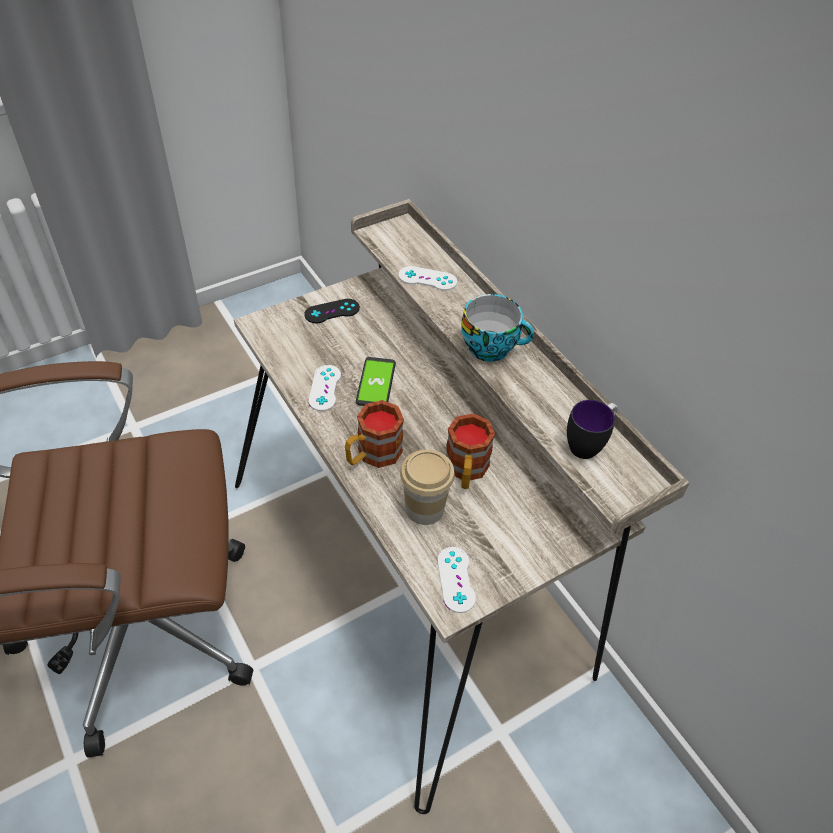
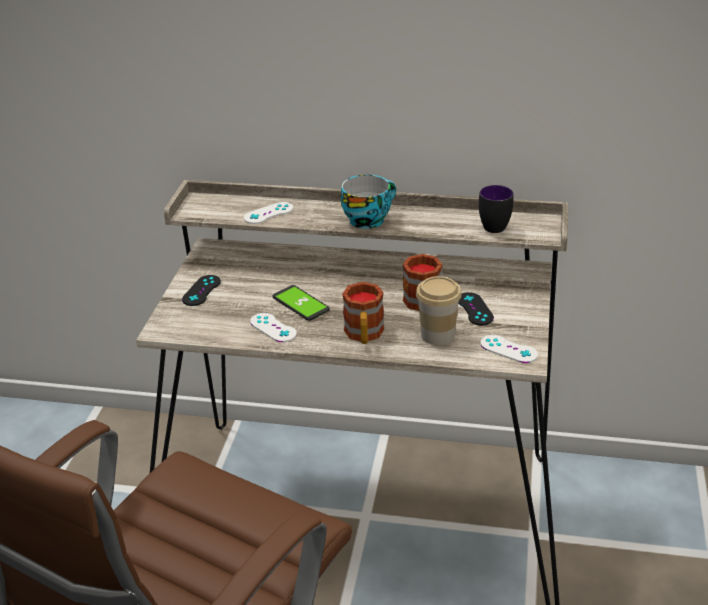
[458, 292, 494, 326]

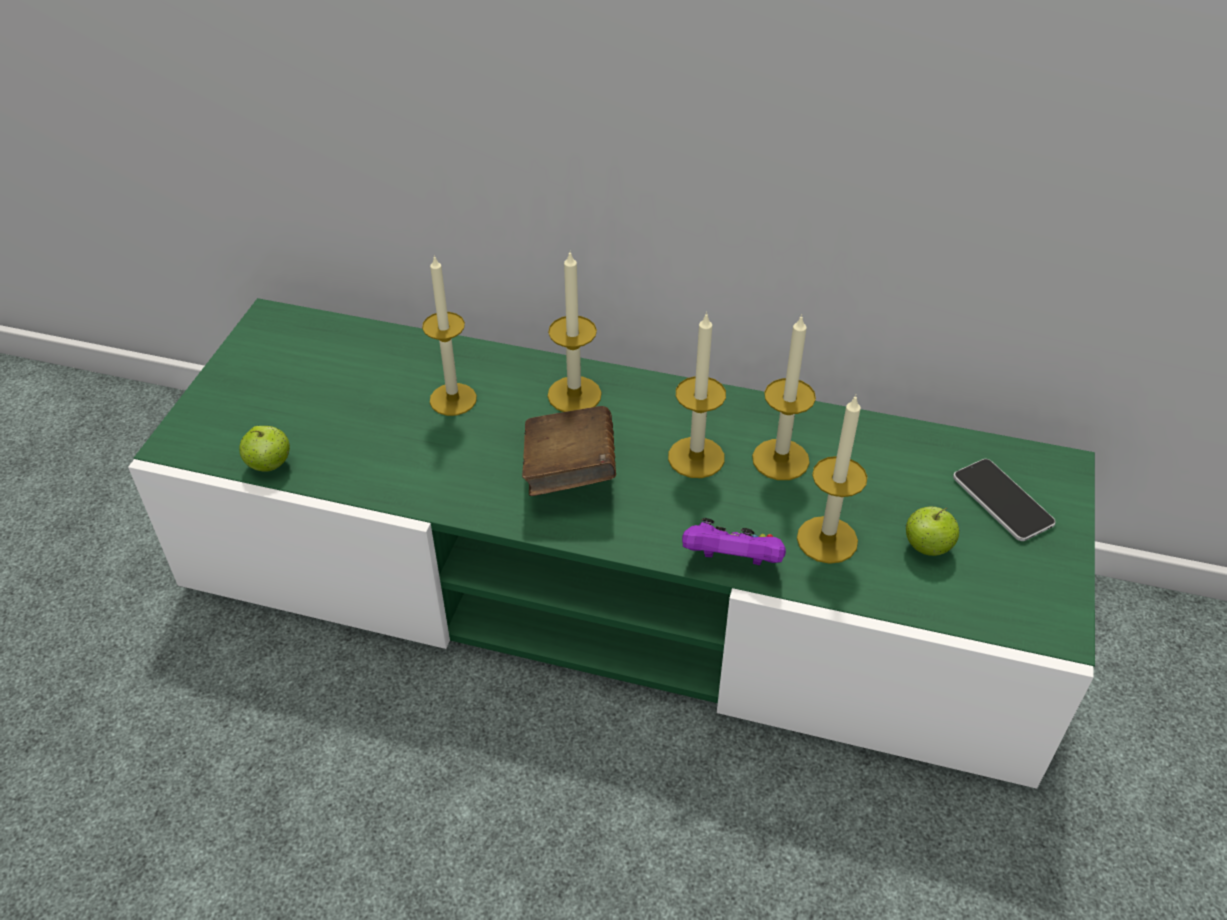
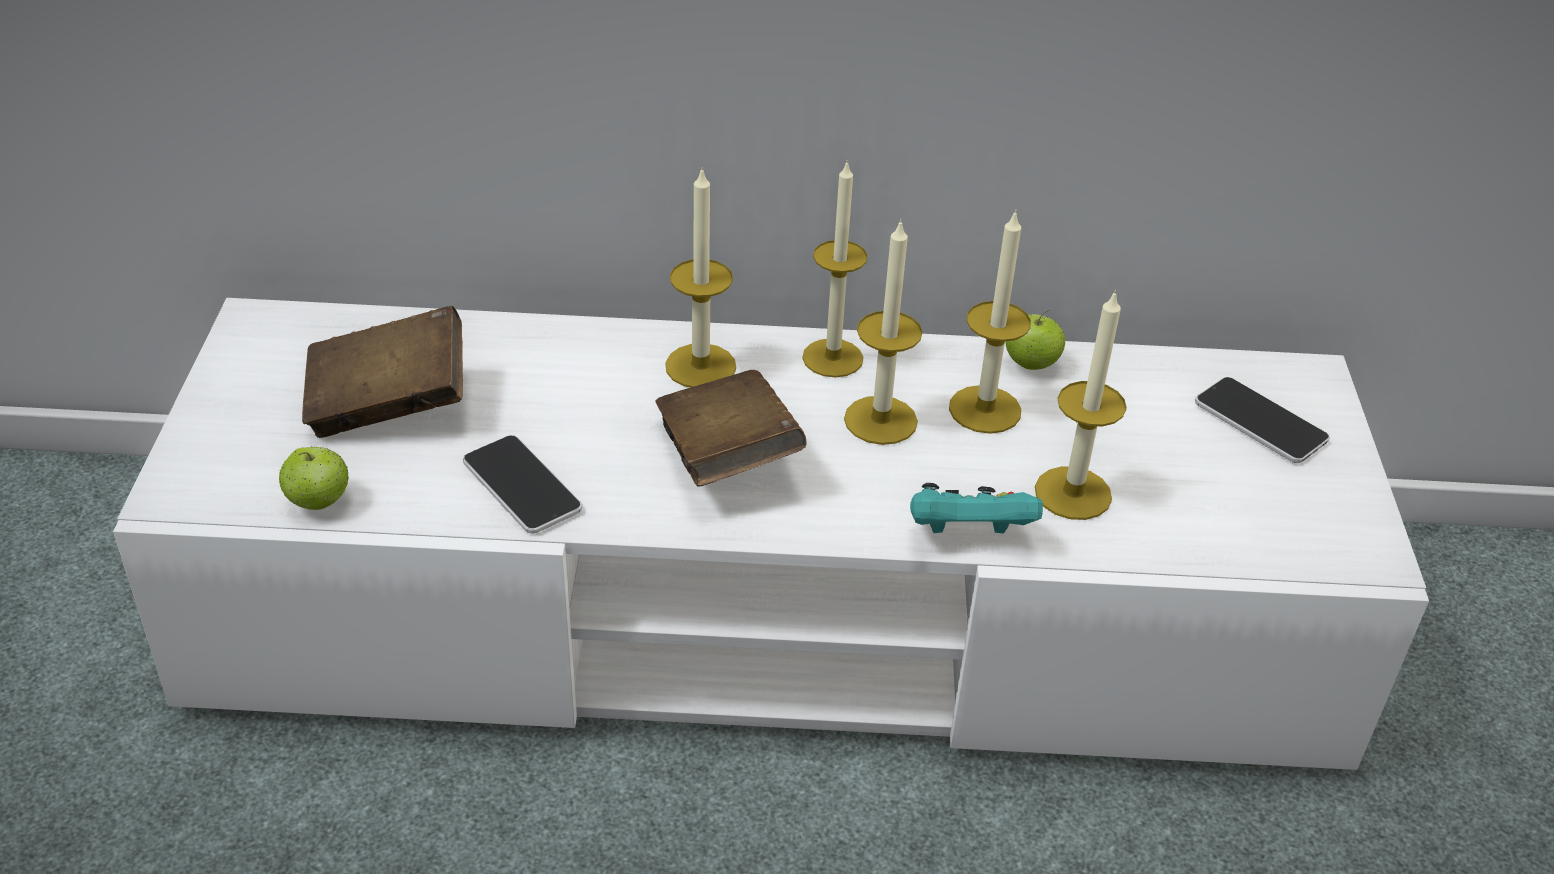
[113, 298, 1429, 770]
[802, 160, 868, 378]
[910, 483, 1043, 534]
[1005, 309, 1065, 370]
[302, 306, 463, 438]
[463, 435, 582, 534]

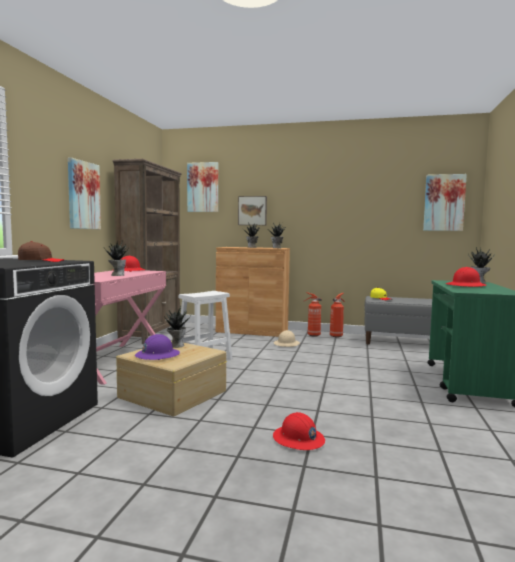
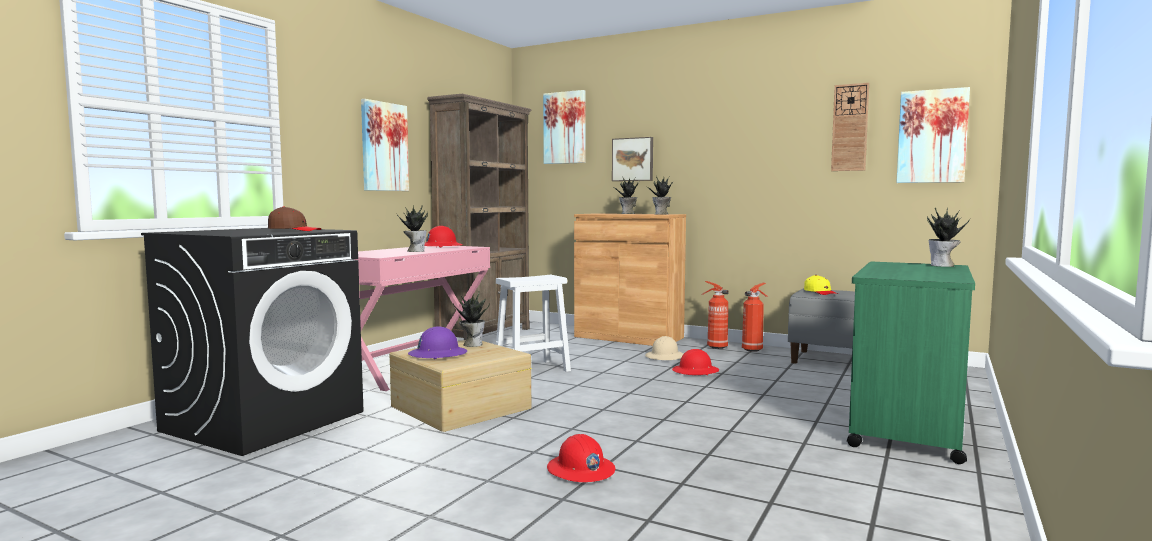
[672, 349, 719, 375]
[831, 83, 869, 171]

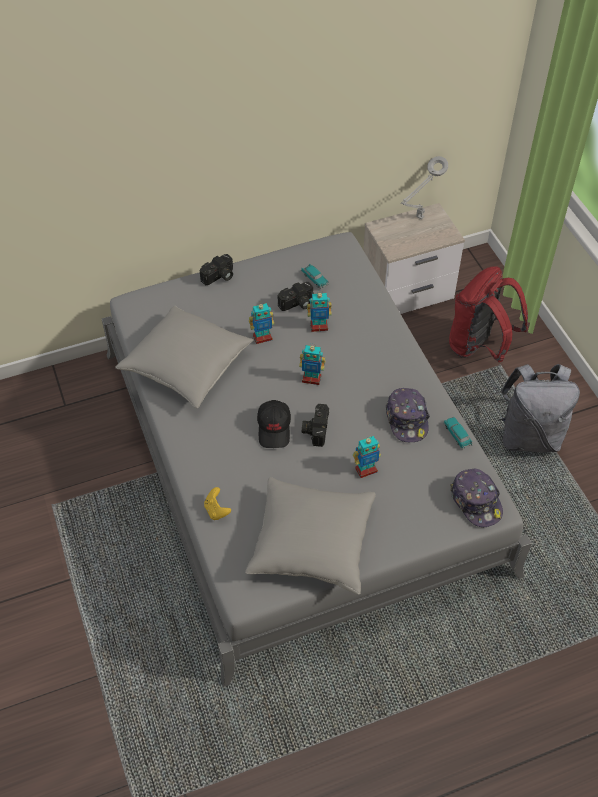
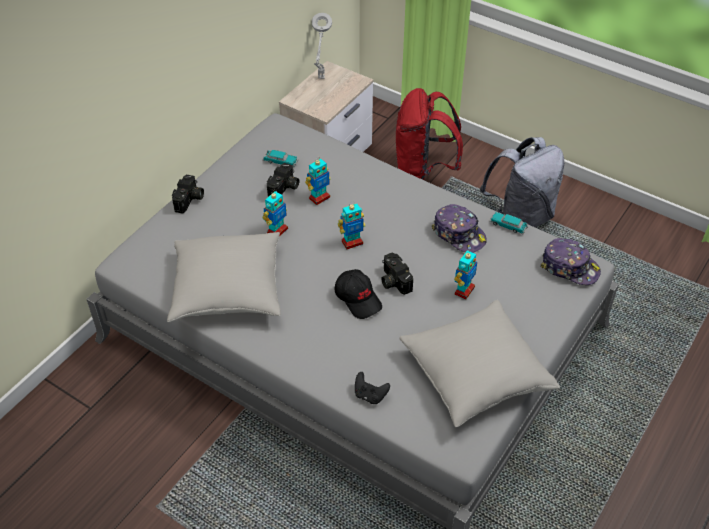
[355, 372, 390, 404]

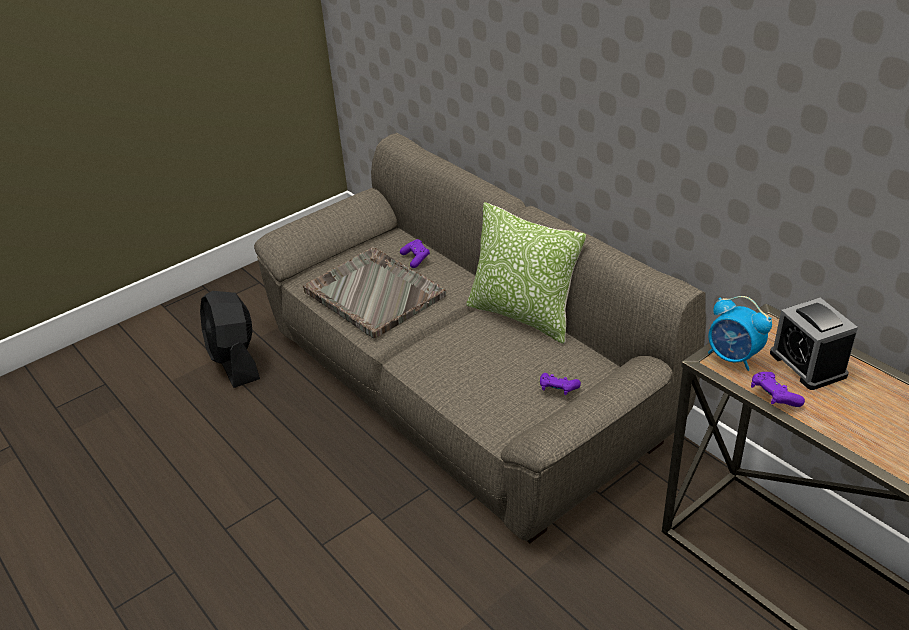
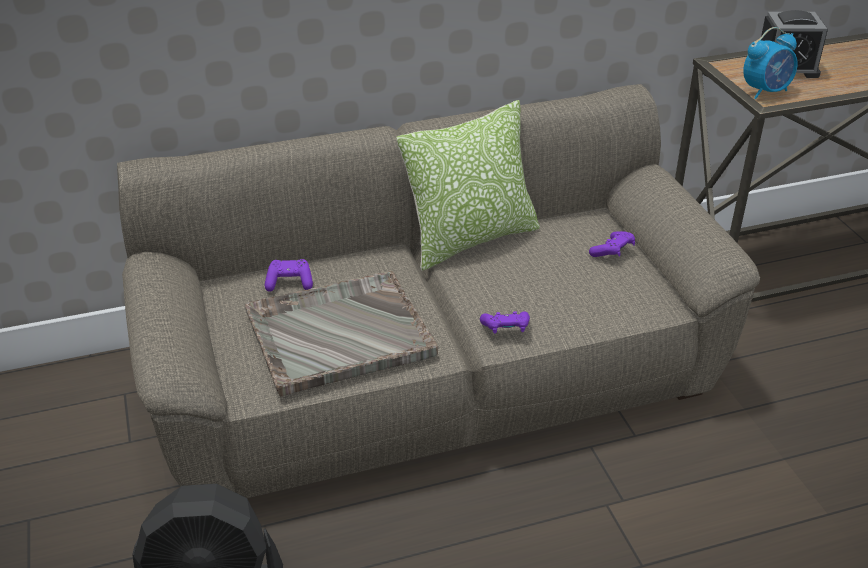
[480, 311, 530, 334]

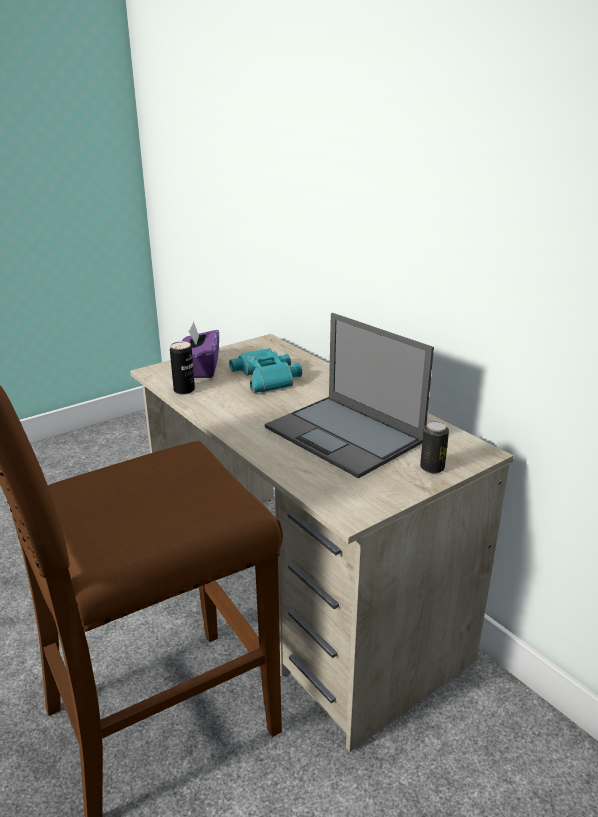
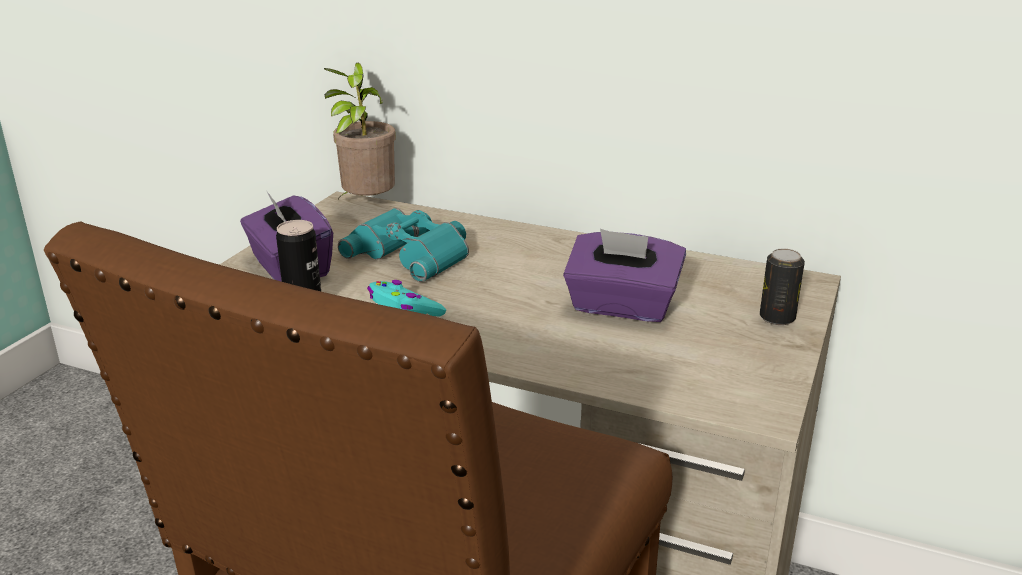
[563, 229, 686, 322]
[324, 63, 396, 199]
[367, 280, 446, 317]

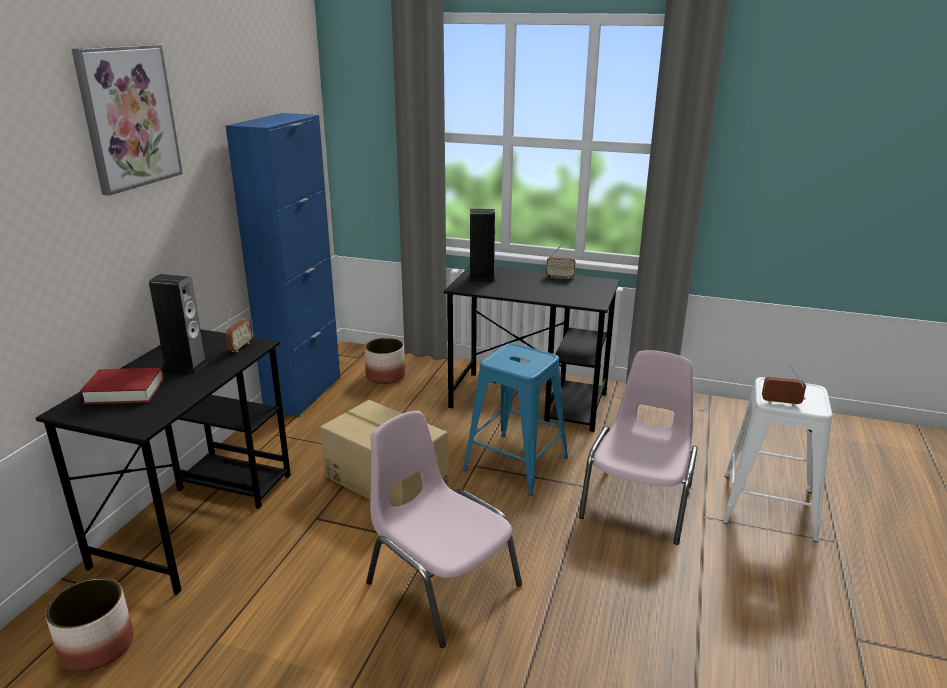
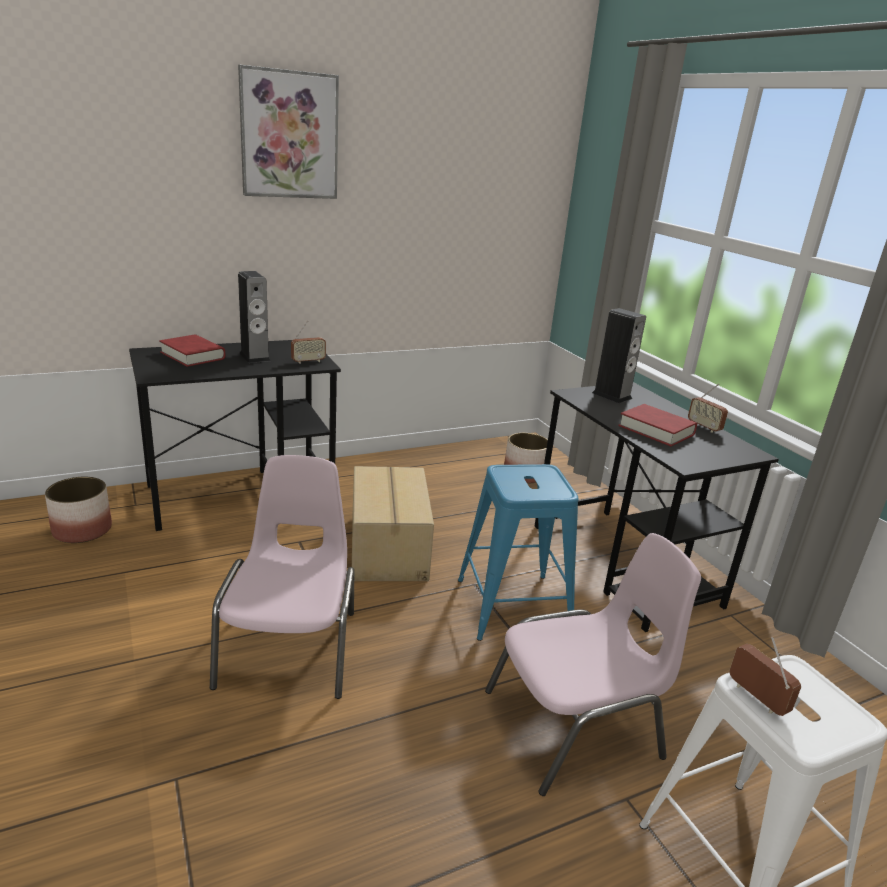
[226, 113, 340, 417] (first image)
[618, 404, 697, 446]

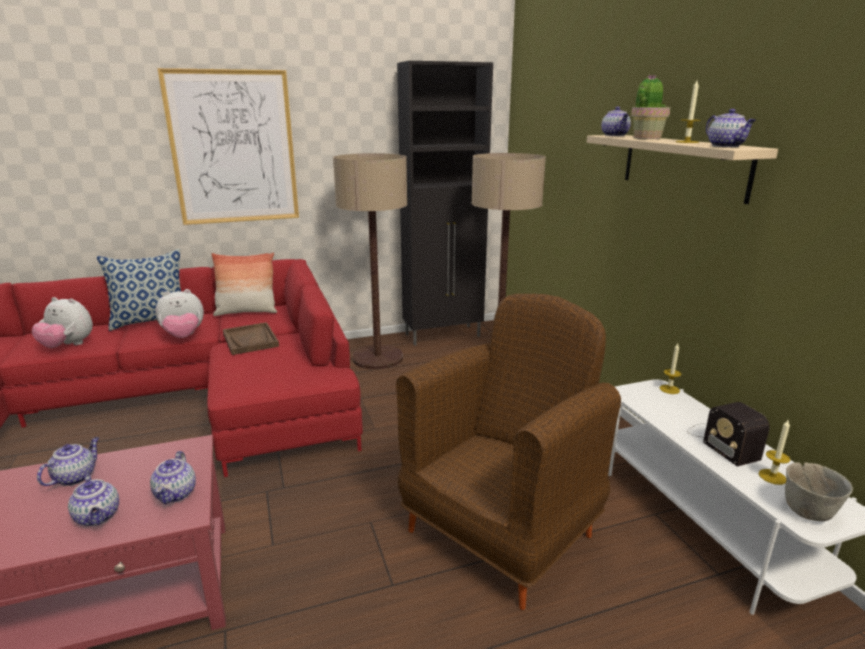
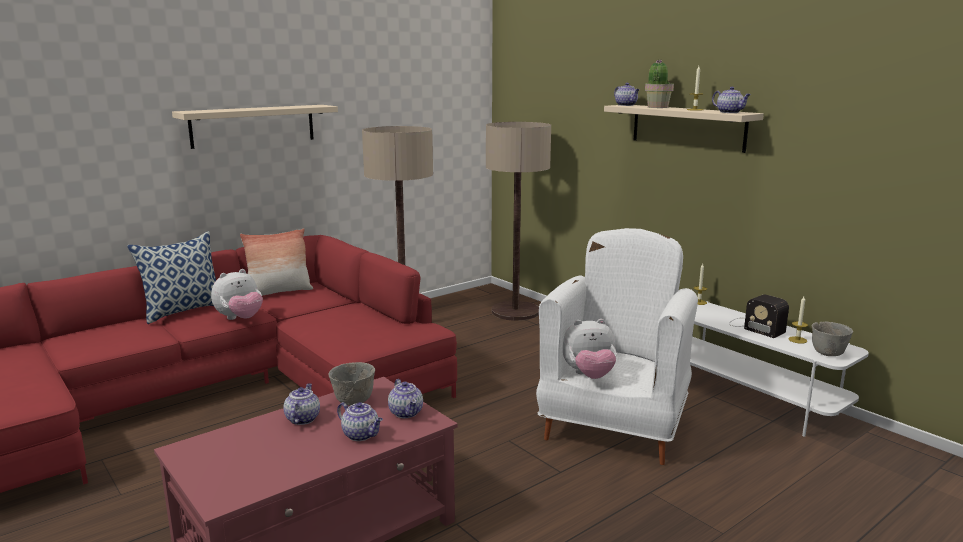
[563, 319, 617, 379]
[172, 105, 338, 149]
[223, 322, 279, 355] (first image)
[536, 228, 698, 465]
[397, 61, 493, 346] (first image)
[328, 362, 375, 405]

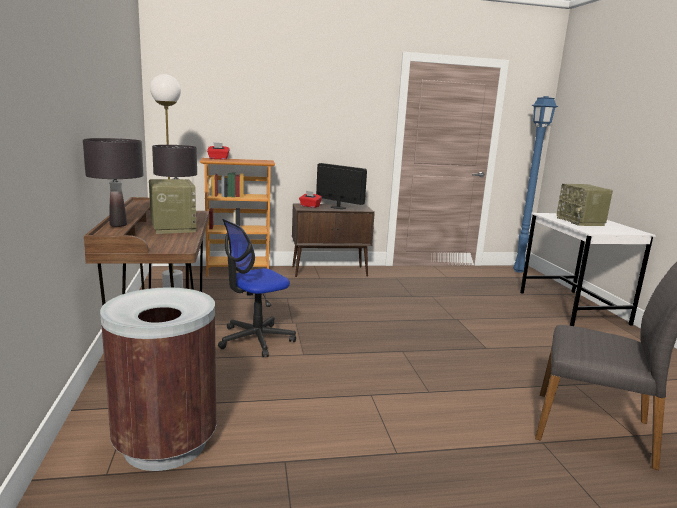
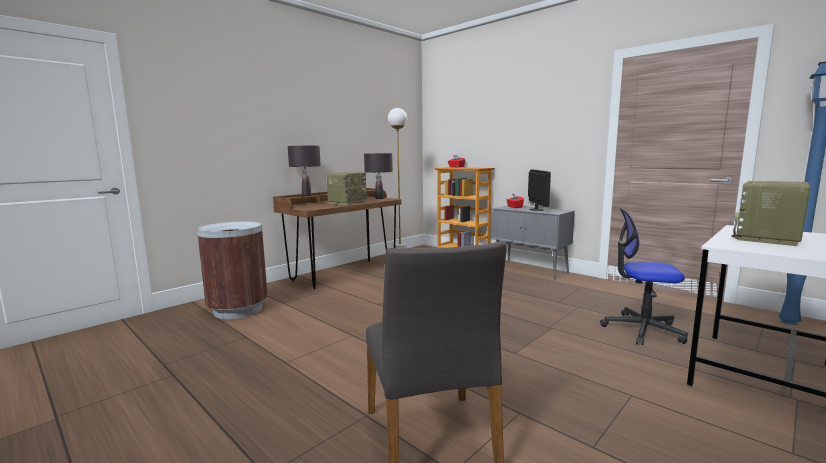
[600, 208, 688, 345]
[492, 206, 575, 280]

